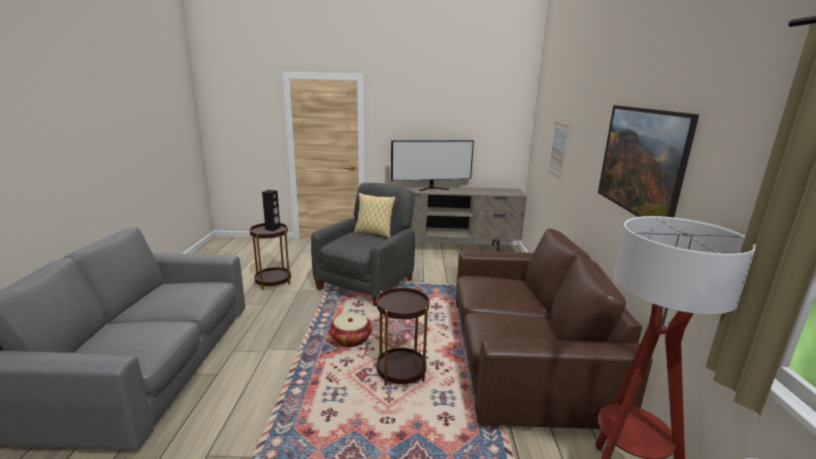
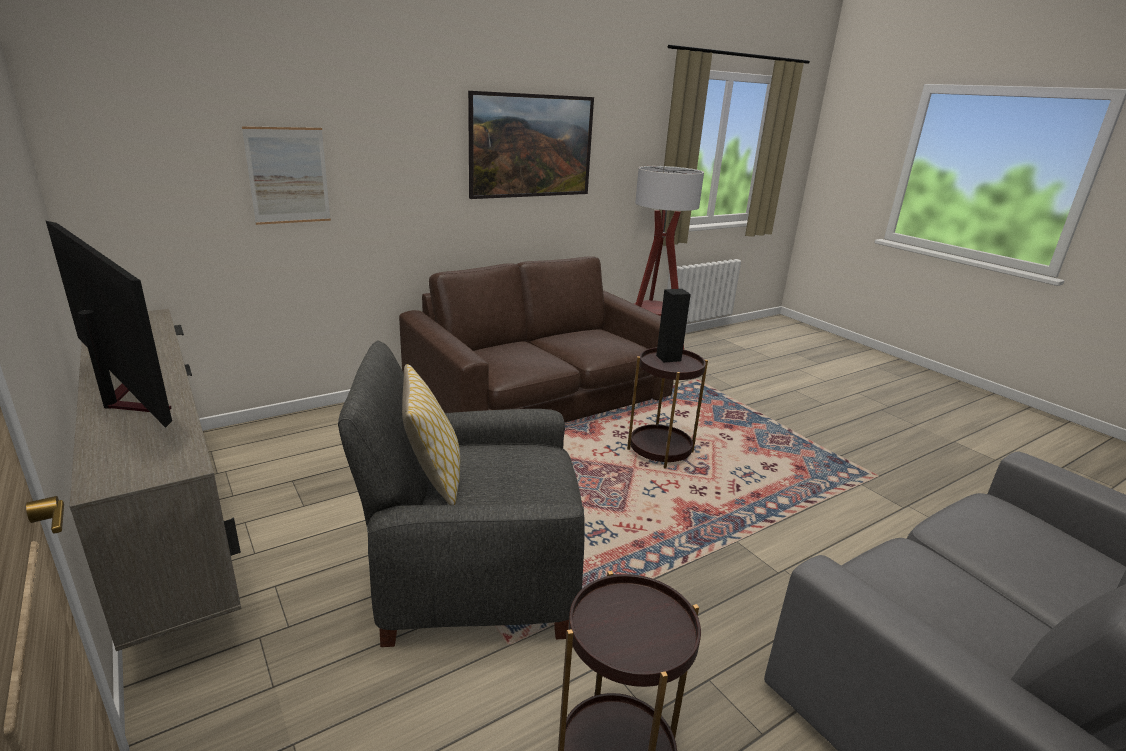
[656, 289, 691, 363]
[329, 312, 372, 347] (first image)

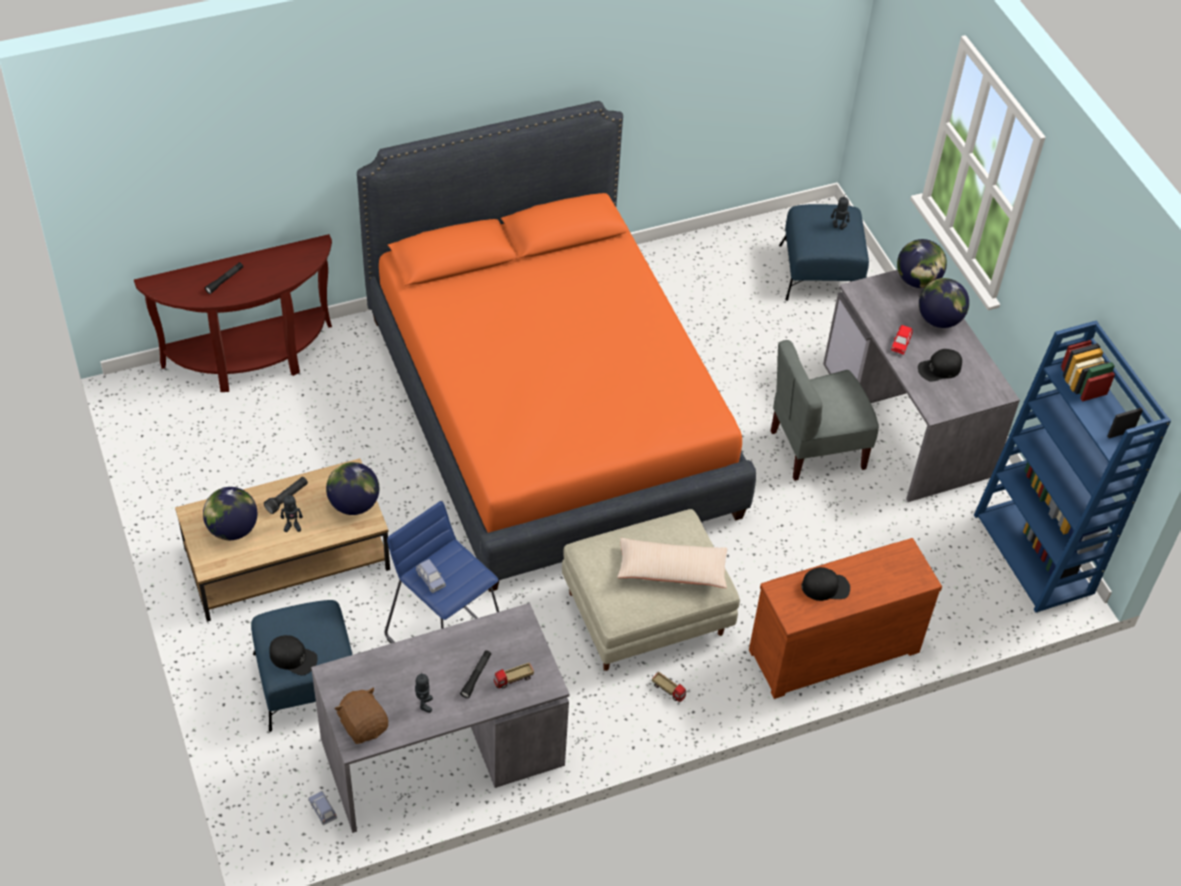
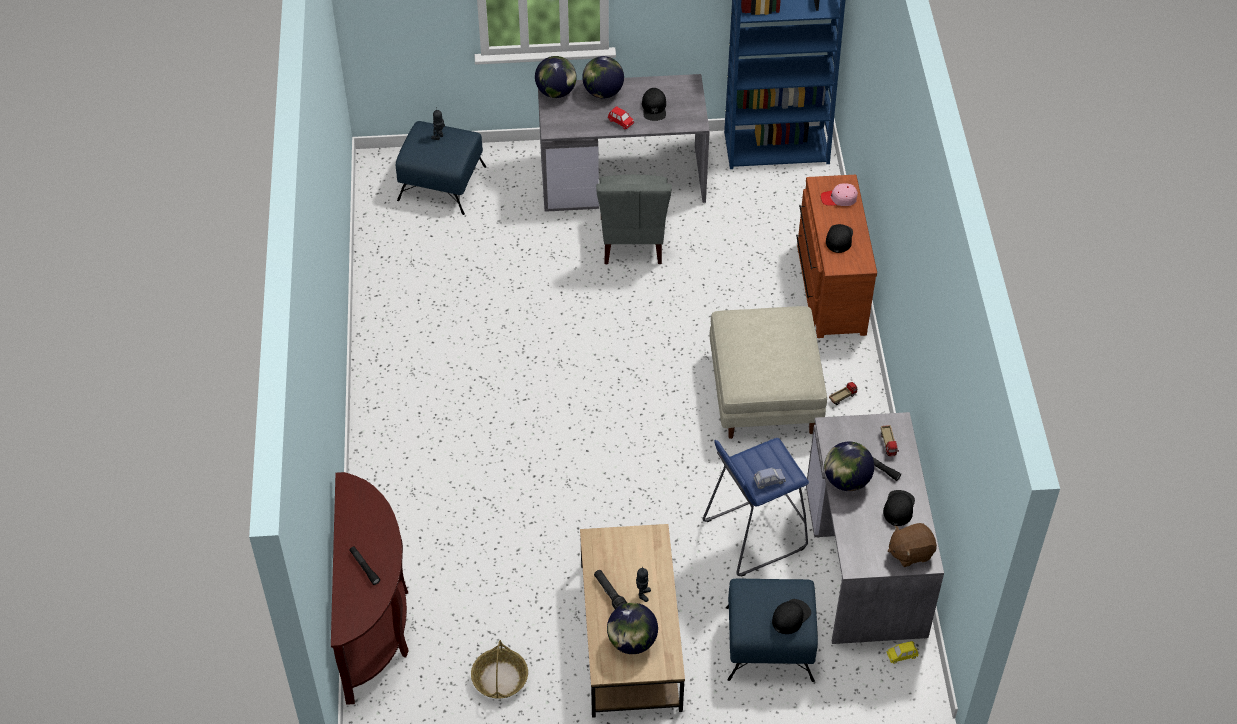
[886, 641, 919, 663]
[824, 442, 874, 491]
[357, 101, 756, 592] (first image)
[883, 490, 915, 526]
[617, 538, 727, 588] (first image)
[471, 640, 528, 699]
[821, 183, 858, 206]

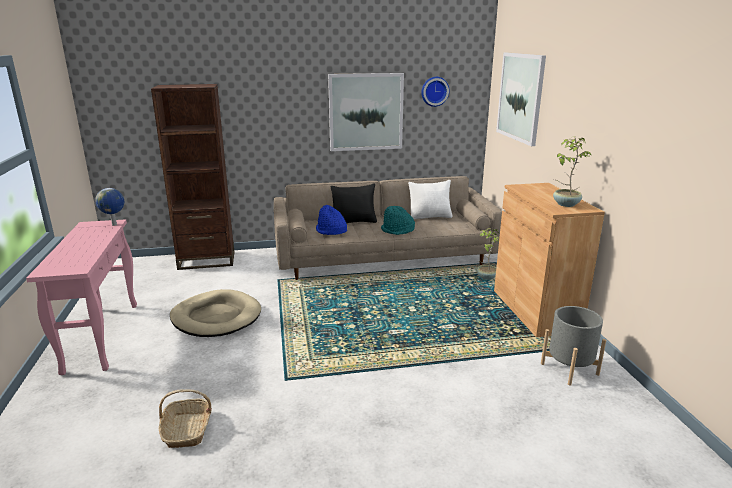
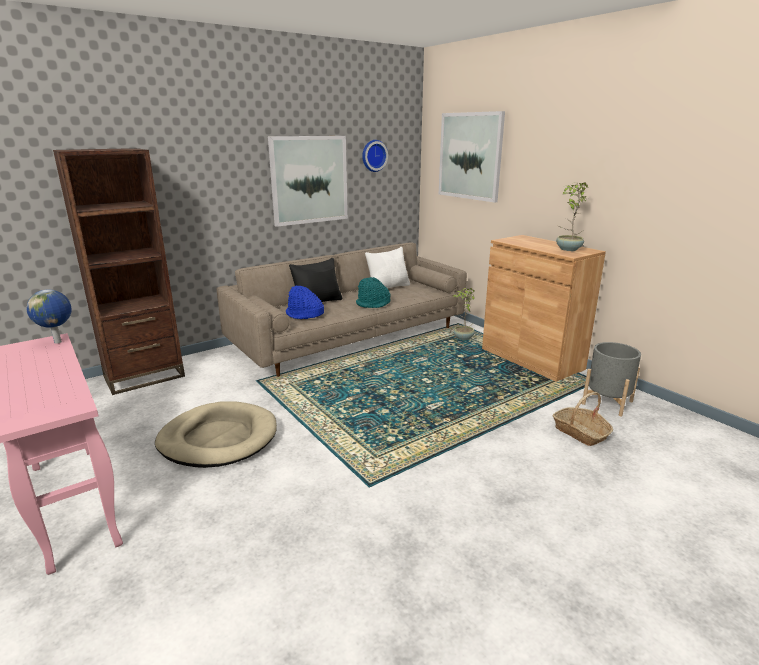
[553, 392, 613, 446]

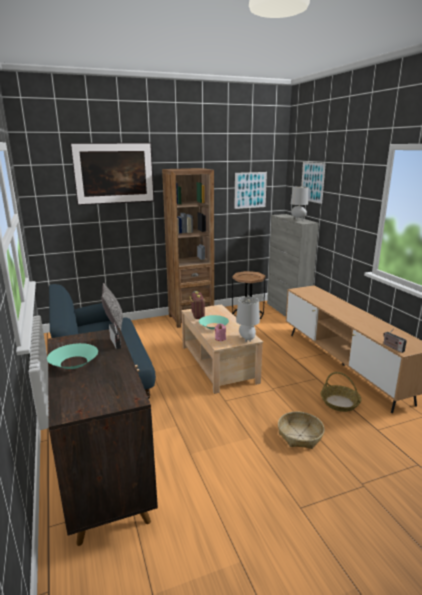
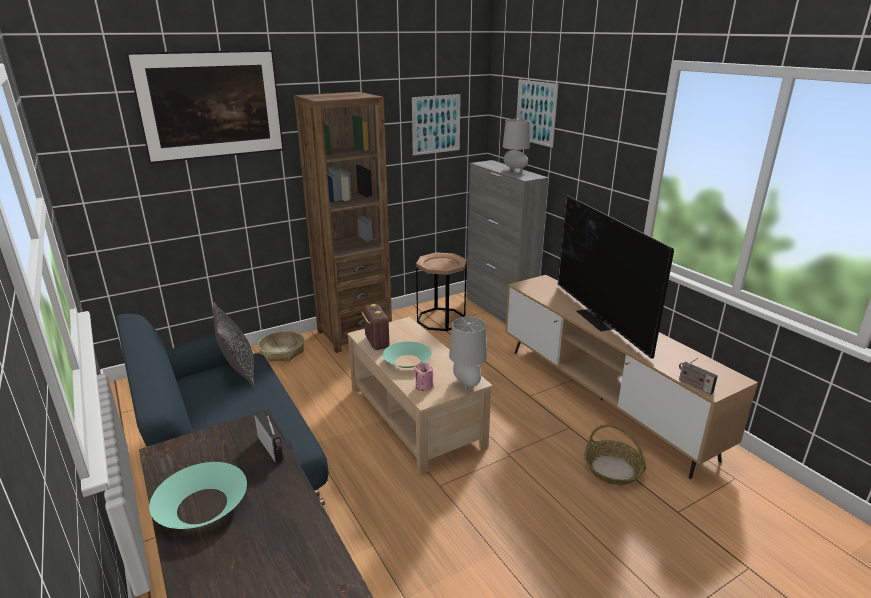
[258, 331, 304, 362]
[558, 195, 674, 359]

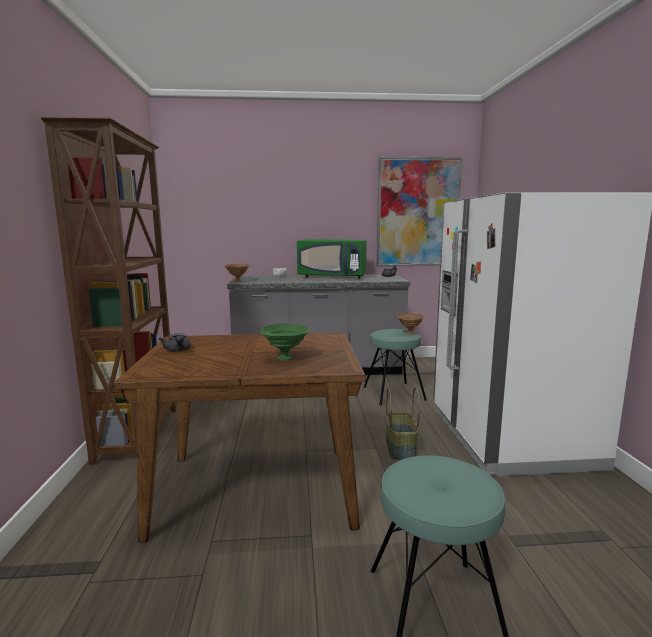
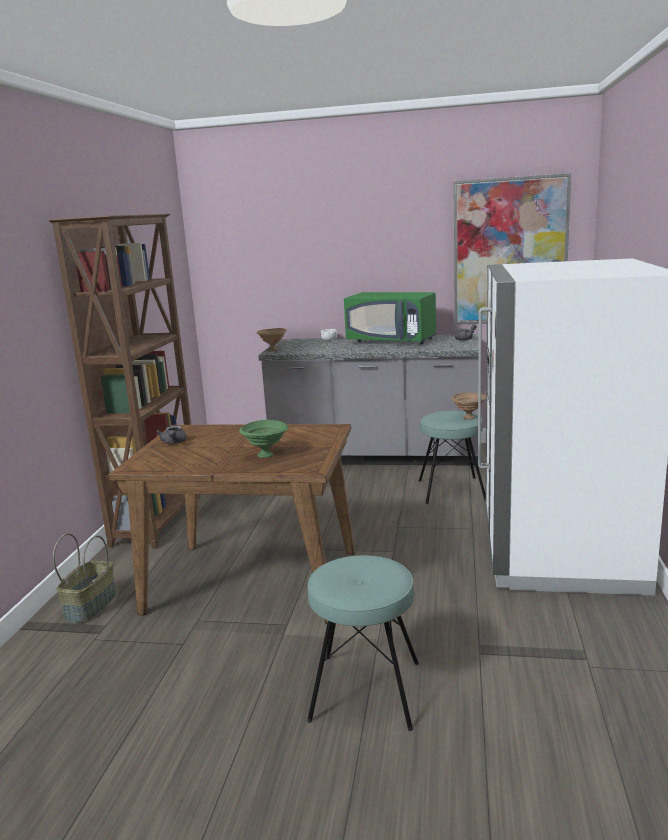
[53, 533, 117, 623]

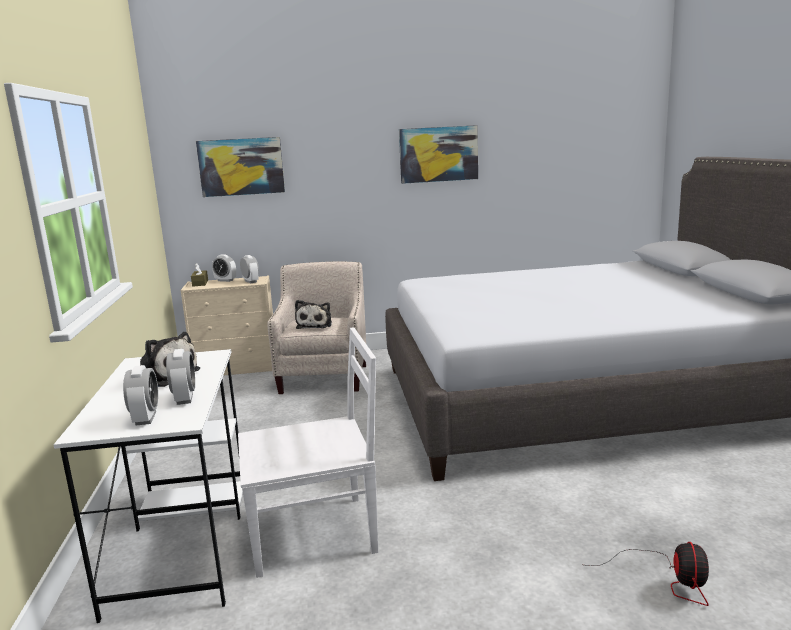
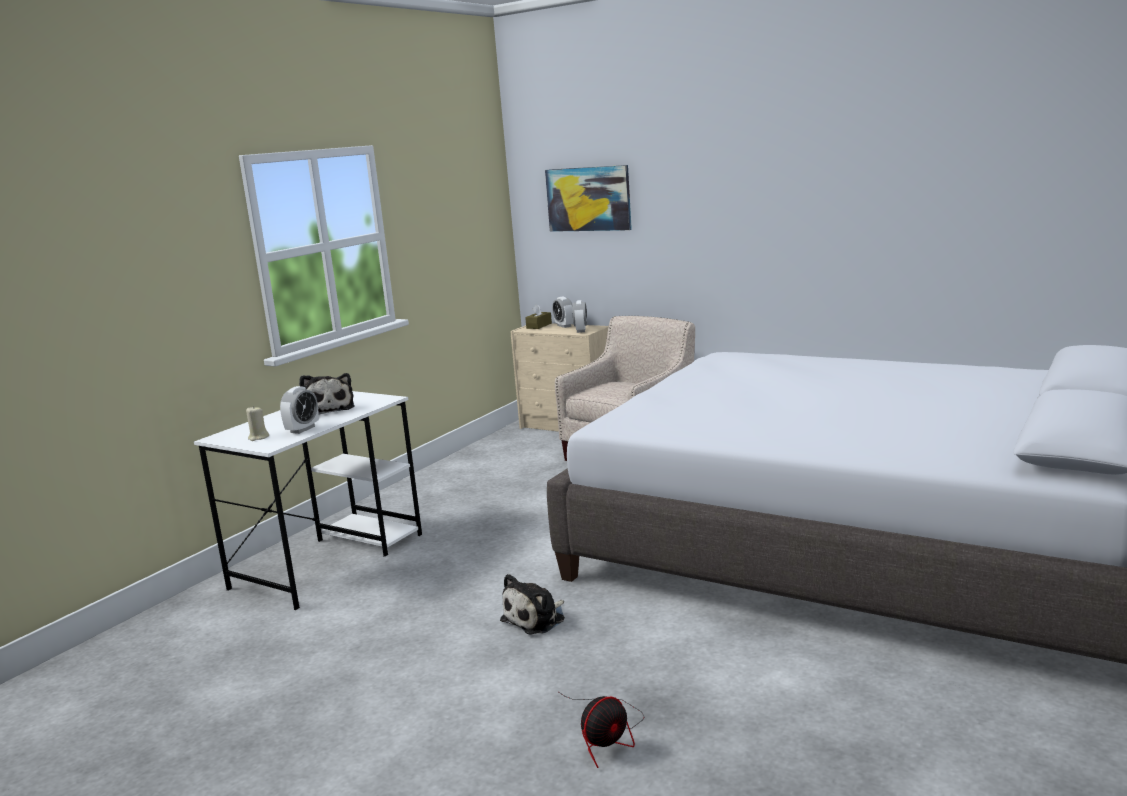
[246, 406, 269, 441]
[238, 328, 378, 578] (first image)
[500, 574, 565, 635]
[399, 125, 478, 184] (first image)

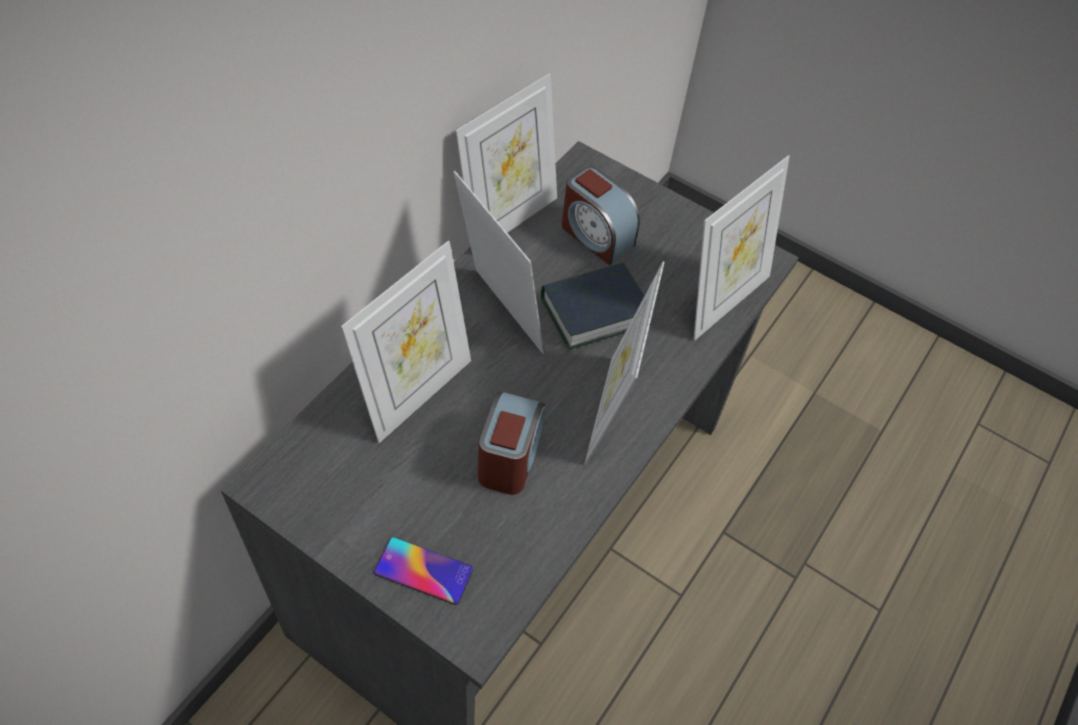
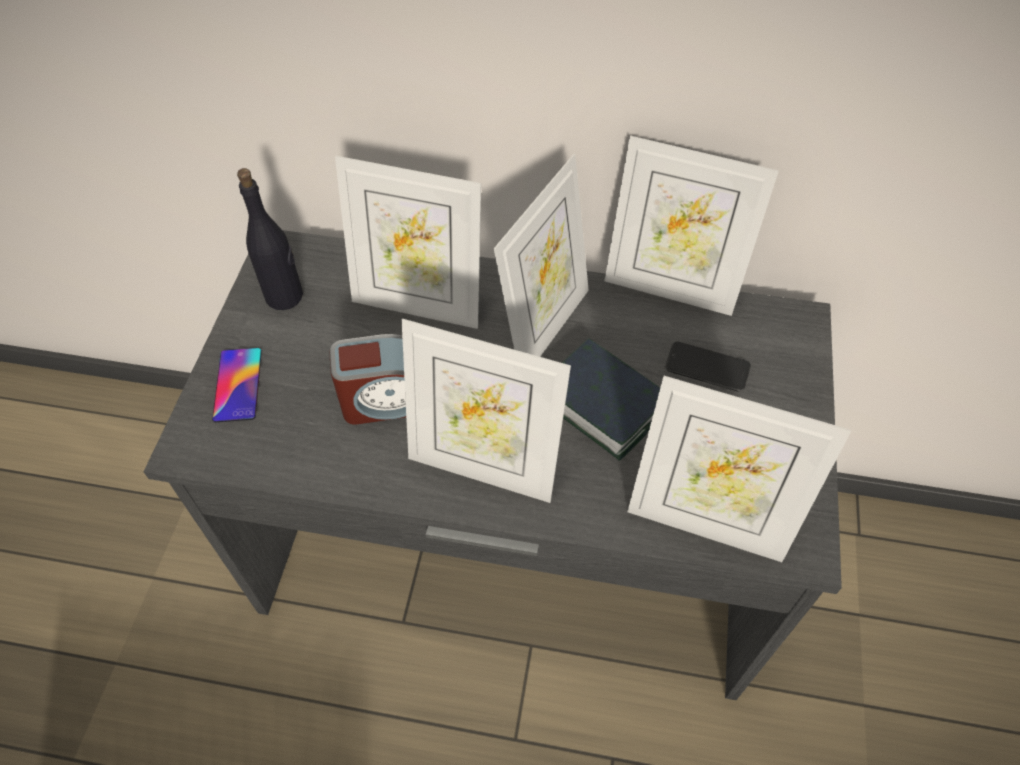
[665, 341, 751, 392]
[402, 318, 571, 503]
[237, 168, 303, 310]

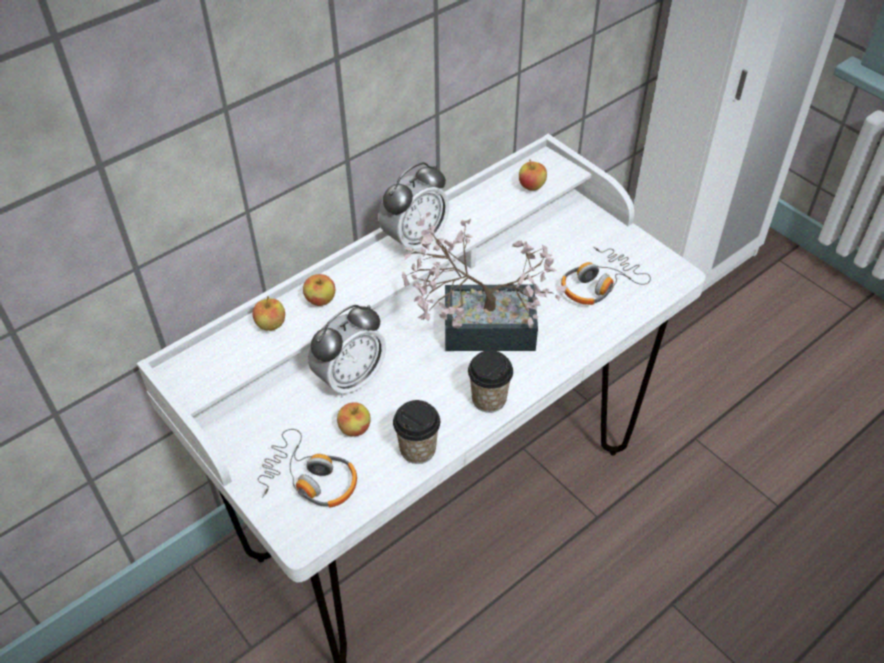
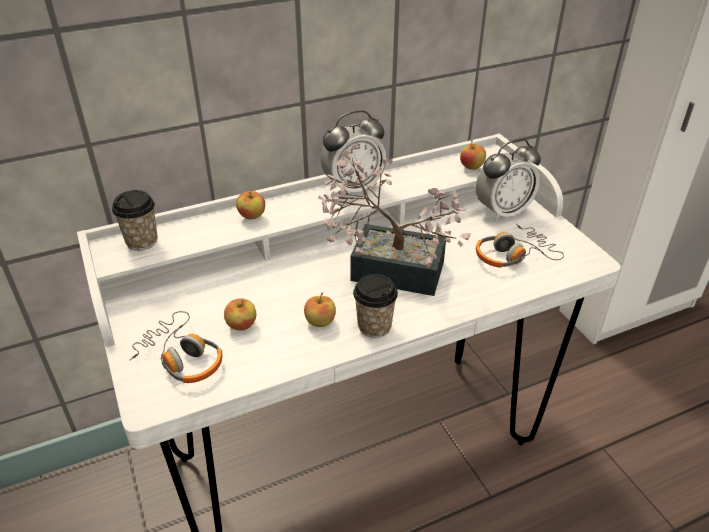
[304, 293, 336, 327]
[476, 139, 541, 222]
[112, 190, 158, 251]

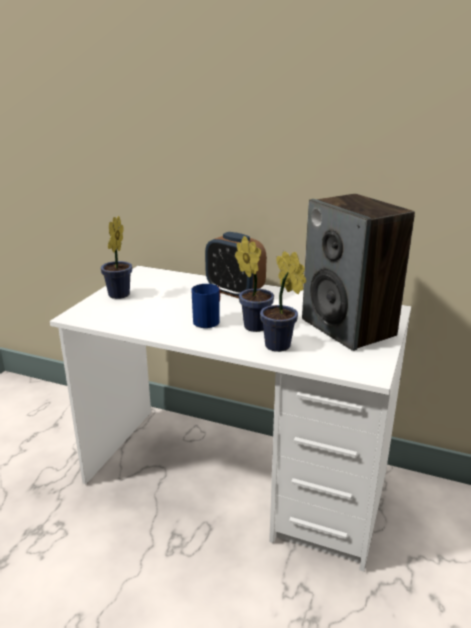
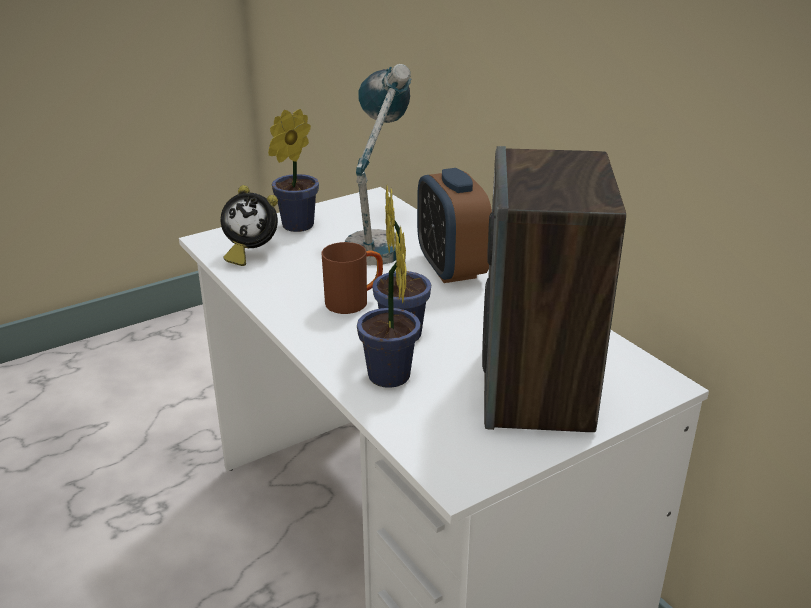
[321, 242, 383, 314]
[221, 185, 278, 266]
[345, 64, 411, 265]

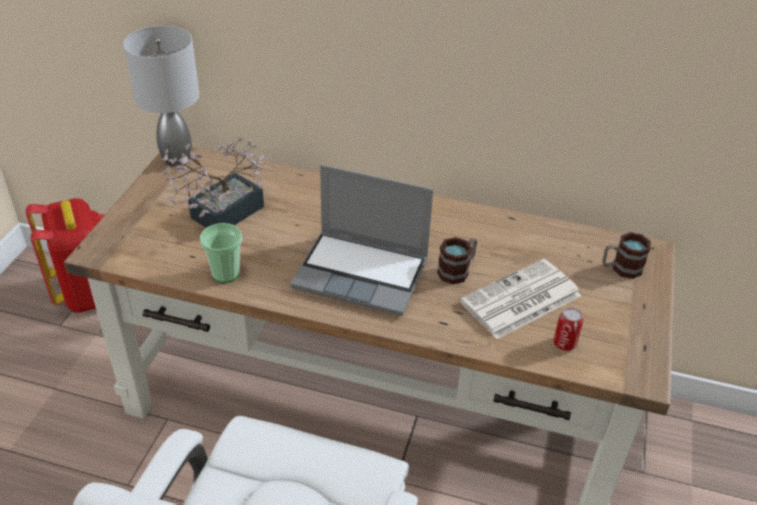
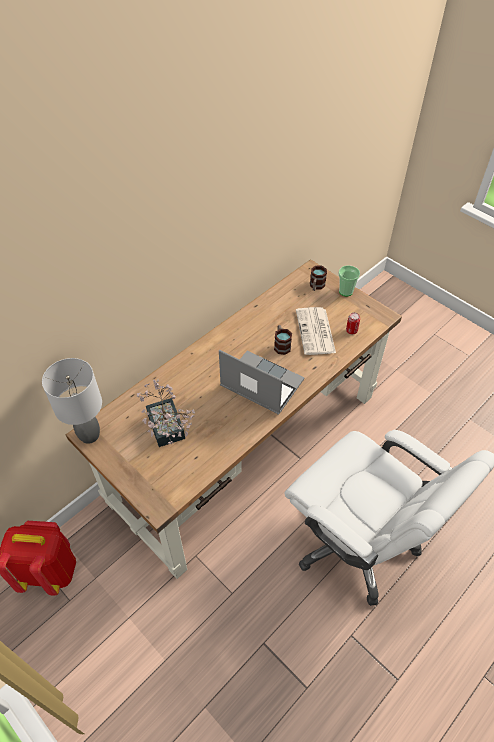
[338, 265, 360, 296]
[219, 350, 305, 415]

